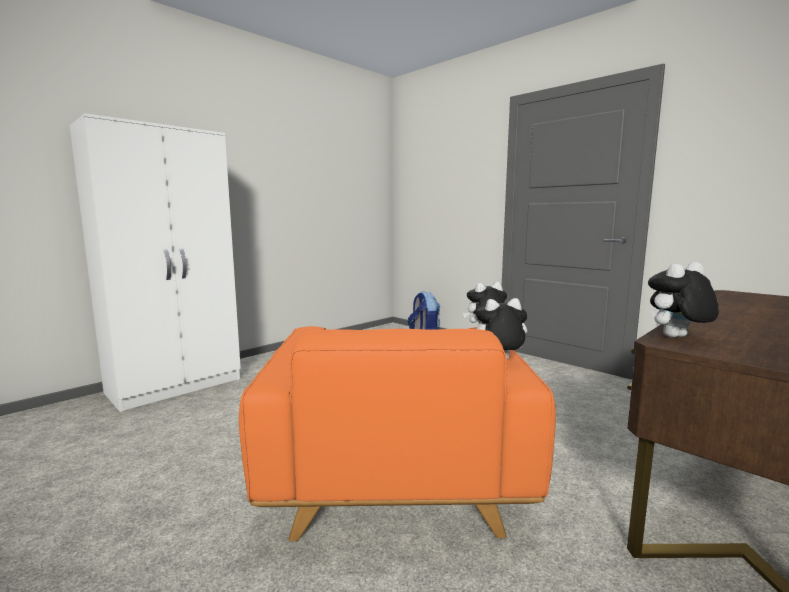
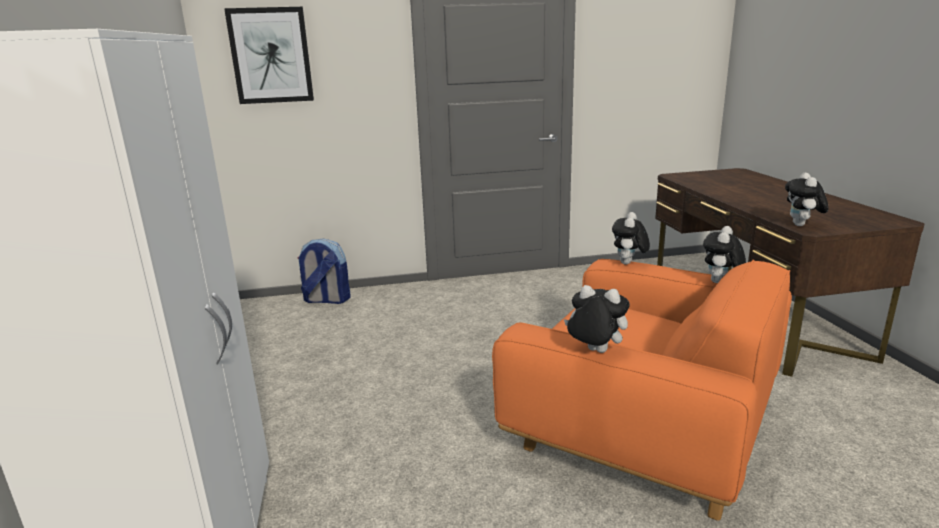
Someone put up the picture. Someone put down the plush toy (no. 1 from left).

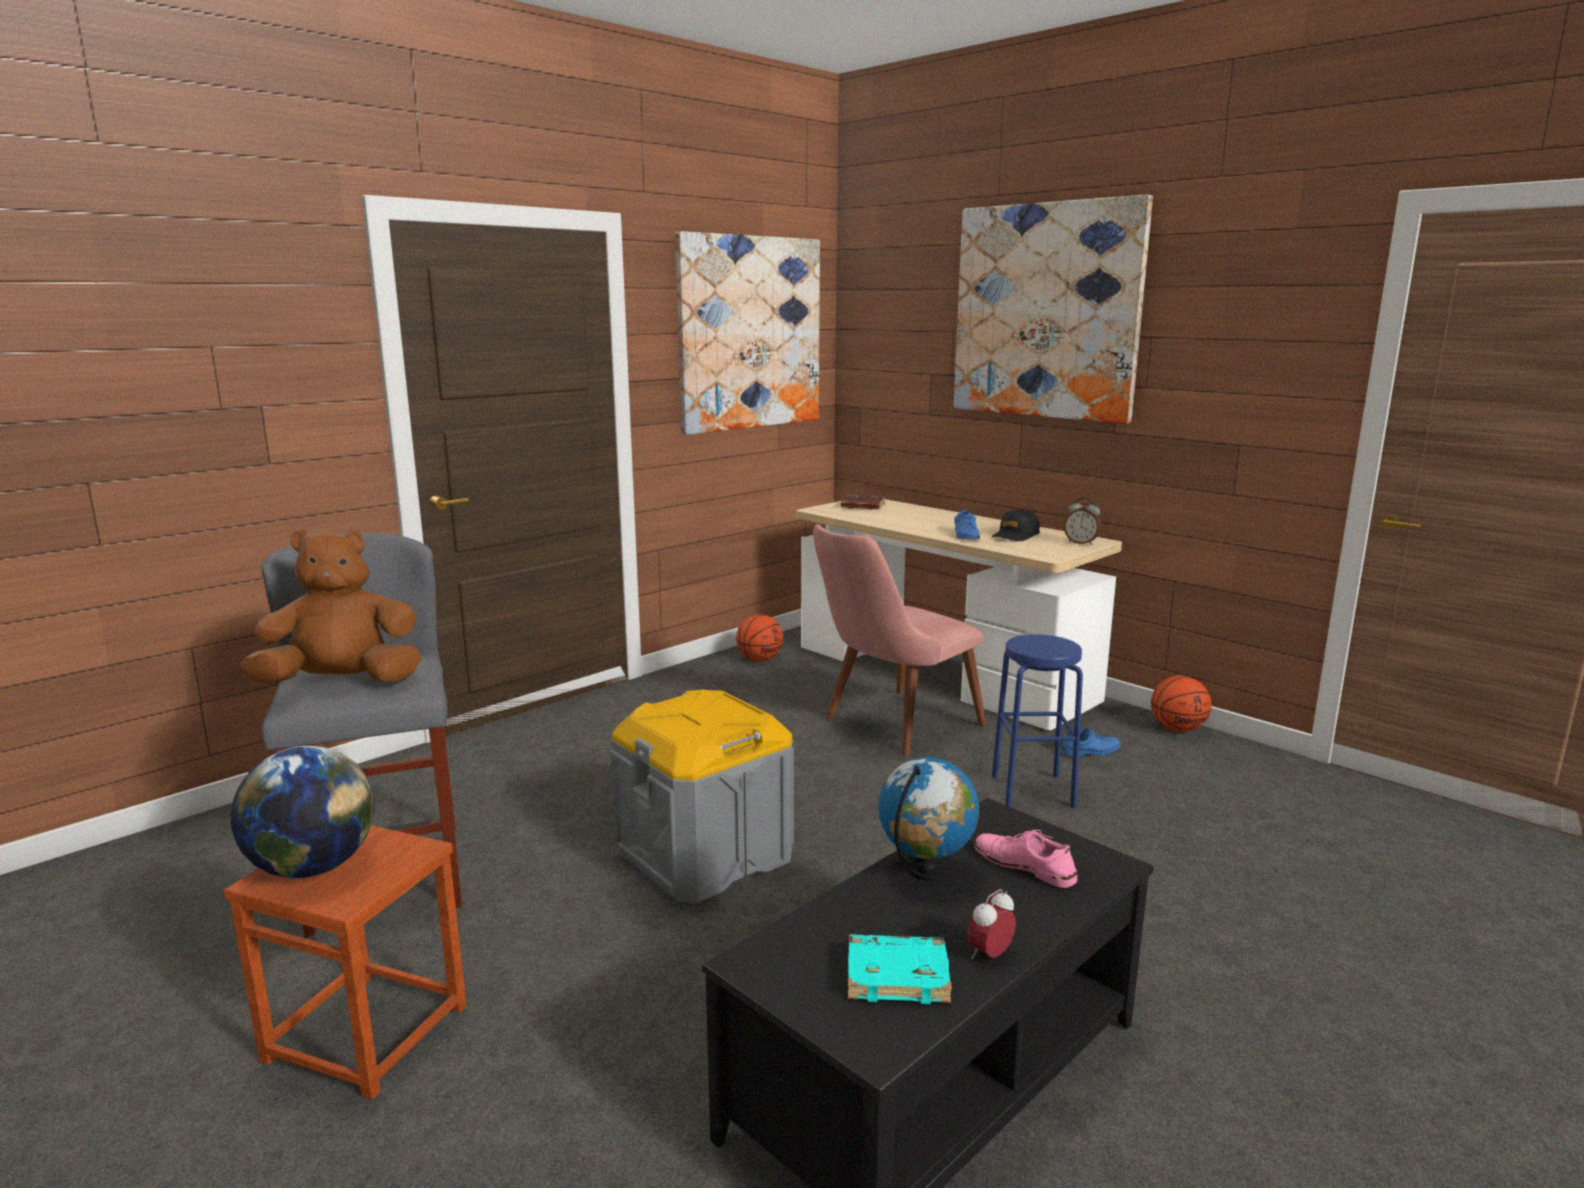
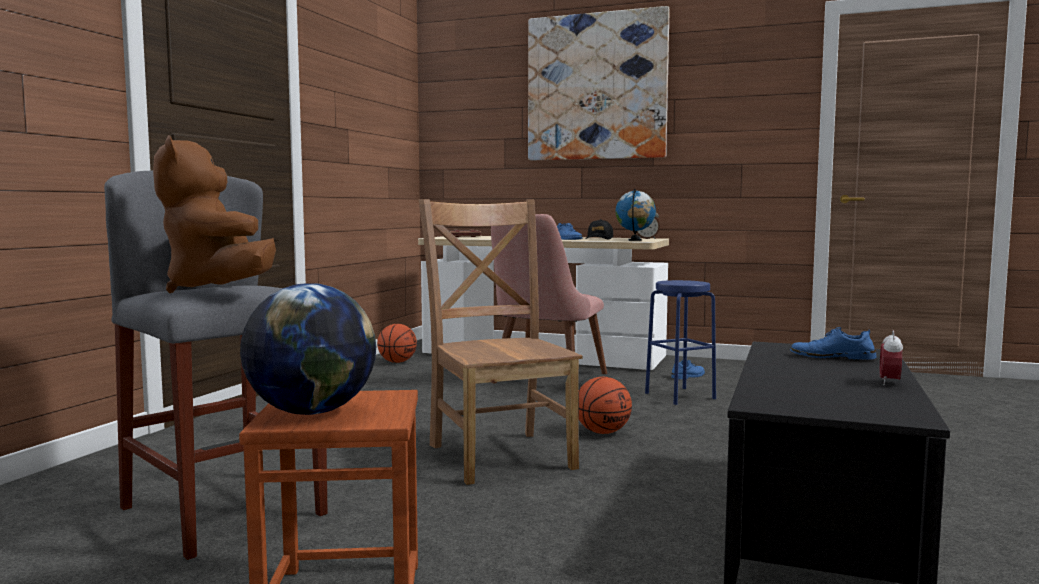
Someone rotated the brown plush toy by 75 degrees counterclockwise. Someone swapped the grey storage box for the brown chair. Someone took away the picture (no. 1 from left). Someone took away the turquoise book. Someone carried the globe (no. 2 from left). Someone repainted the pink shoe, which became the blue shoe (no. 3 from left). Someone carried the basketball (no. 2 from left).

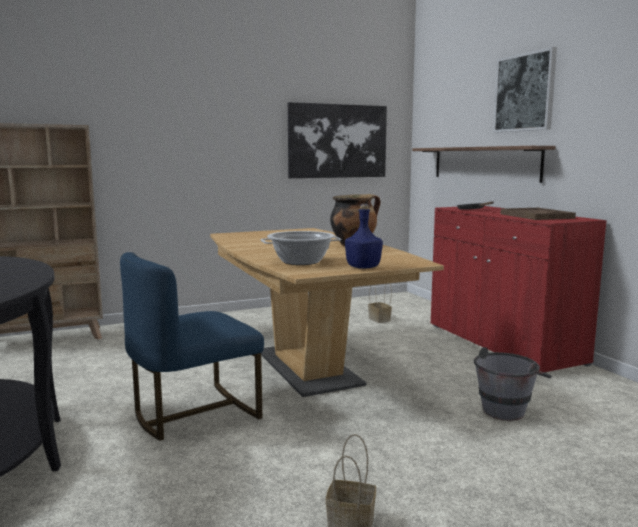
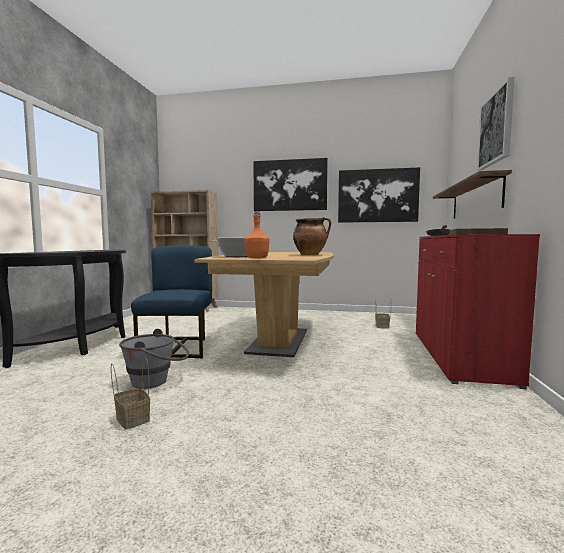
Someone rotated the blue chair by 90 degrees clockwise. Someone repainted the blue bottle, which became the orange bottle. Someone carried the grey bucket. Someone put up the picture (no. 1 from left).

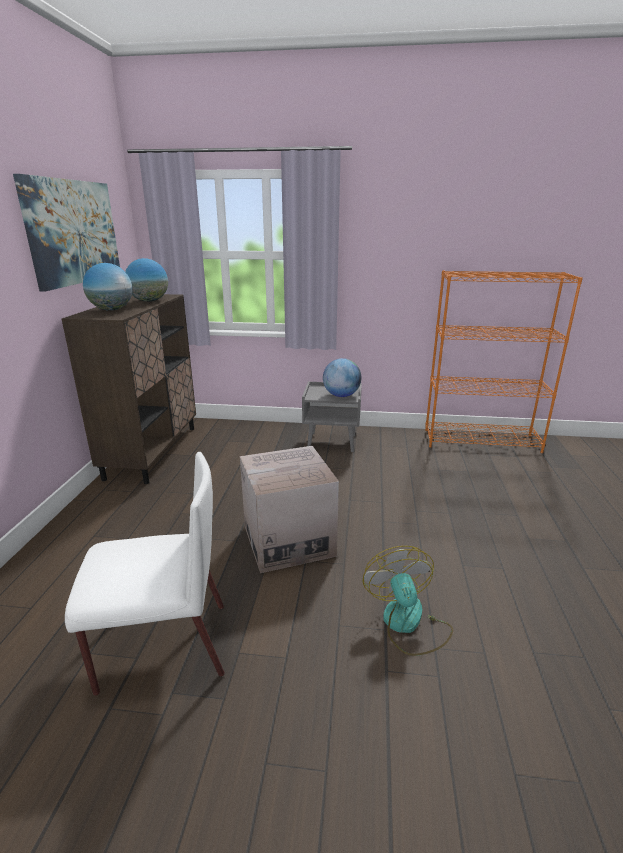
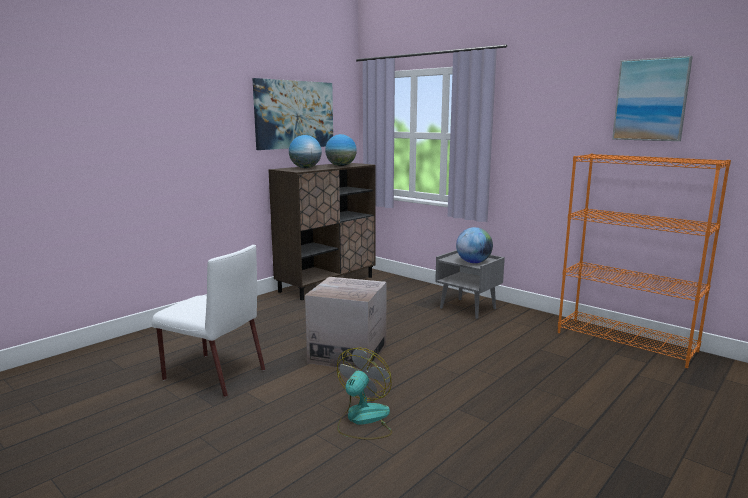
Someone put up the picture (no. 2 from left).

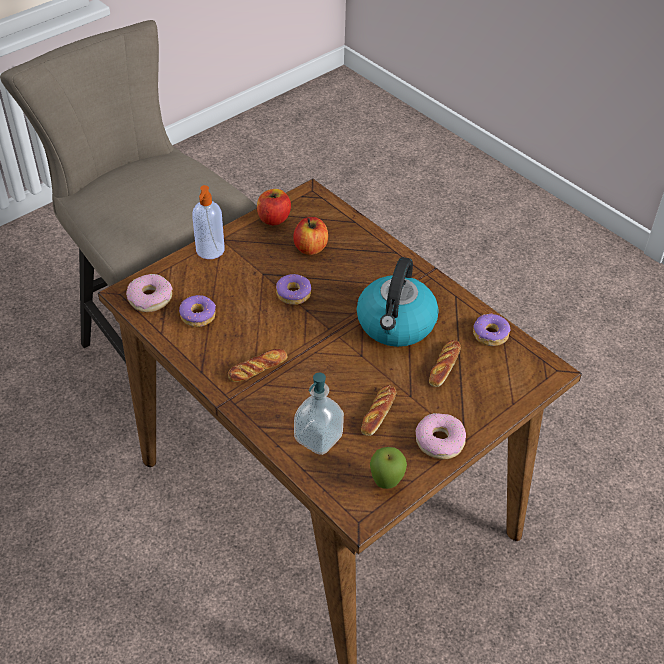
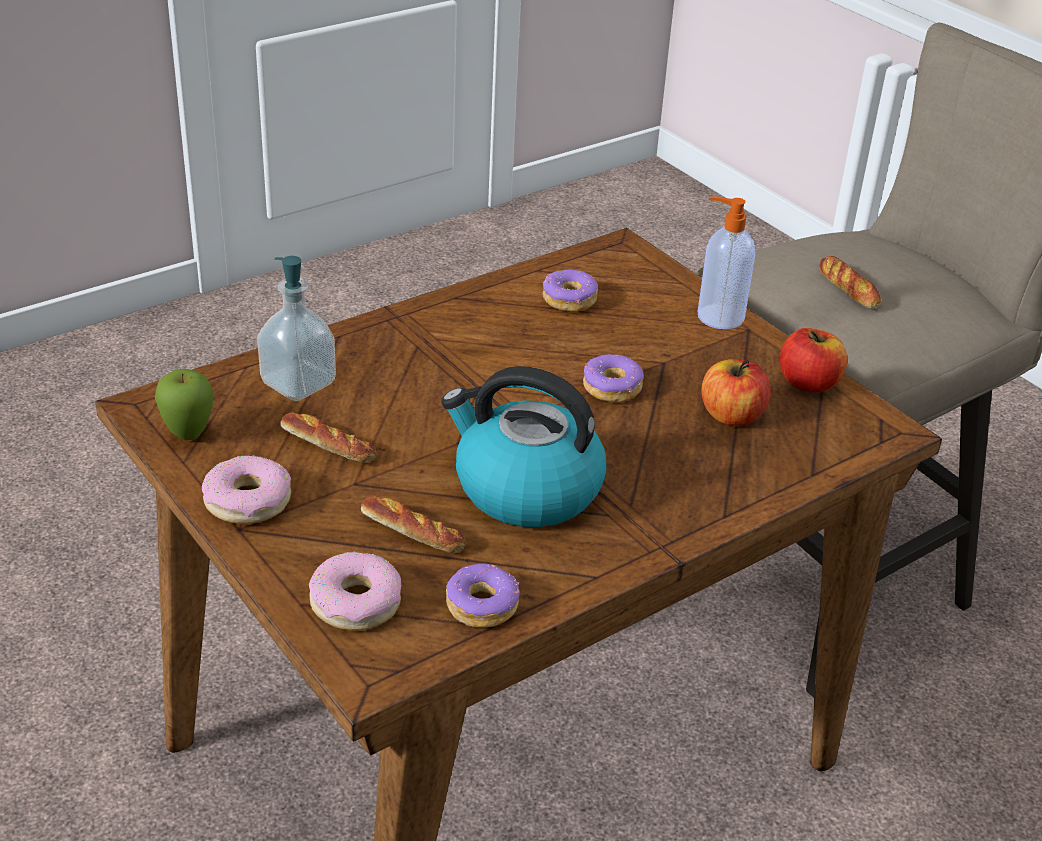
Someone carried the donut (no. 1 from left in the first image). Someone carried the bread (no. 1 from left in the first image).

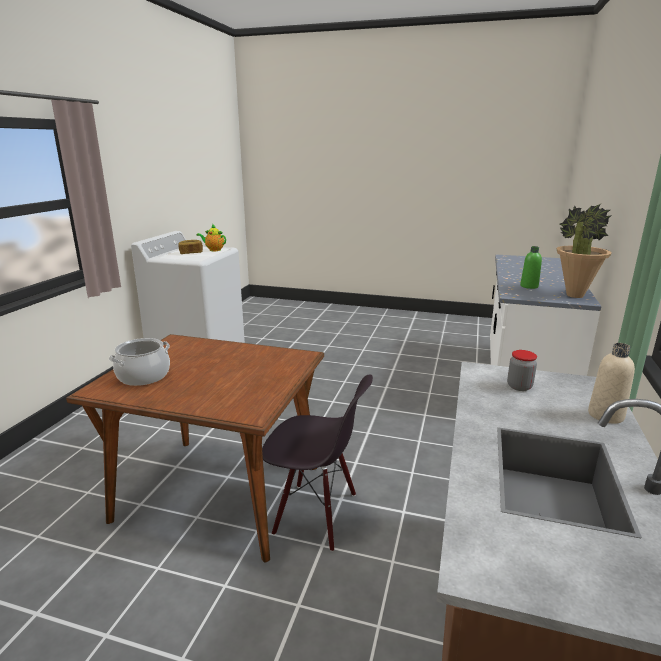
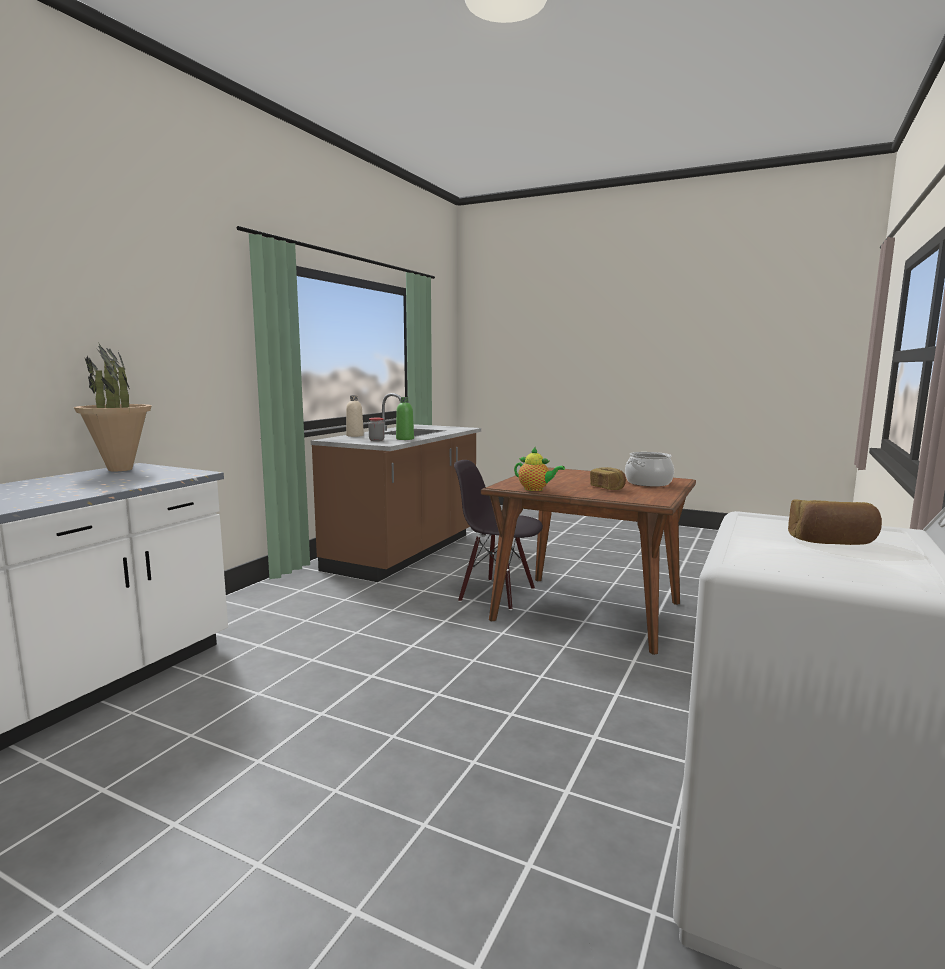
Someone carried the teapot. Someone carried the green bottle. Someone put down the bread (no. 1 from left).

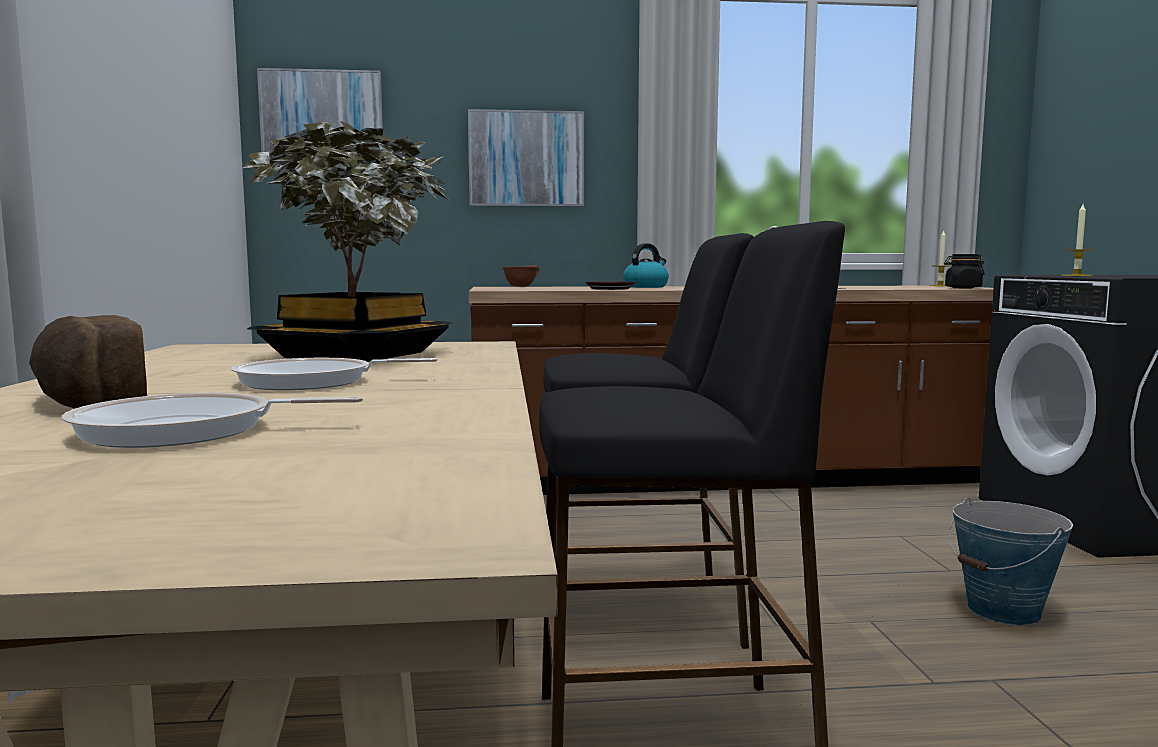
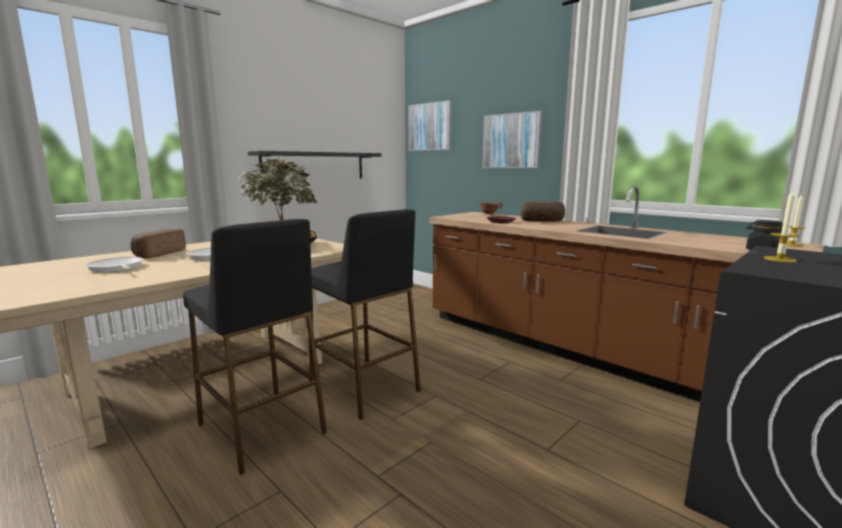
Someone swapped the kettle for the bread (no. 2 from left). Someone took away the bucket. Someone put up the black shelf.

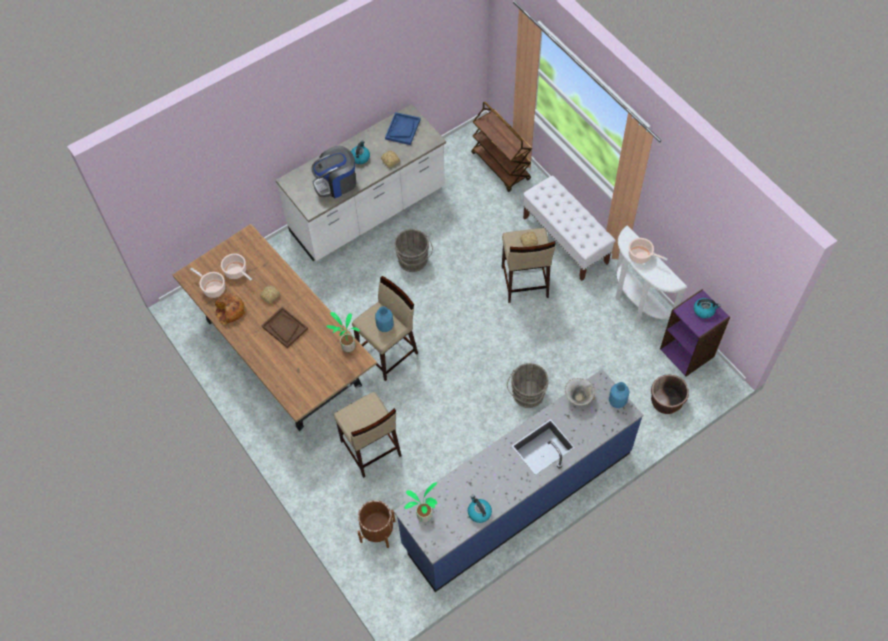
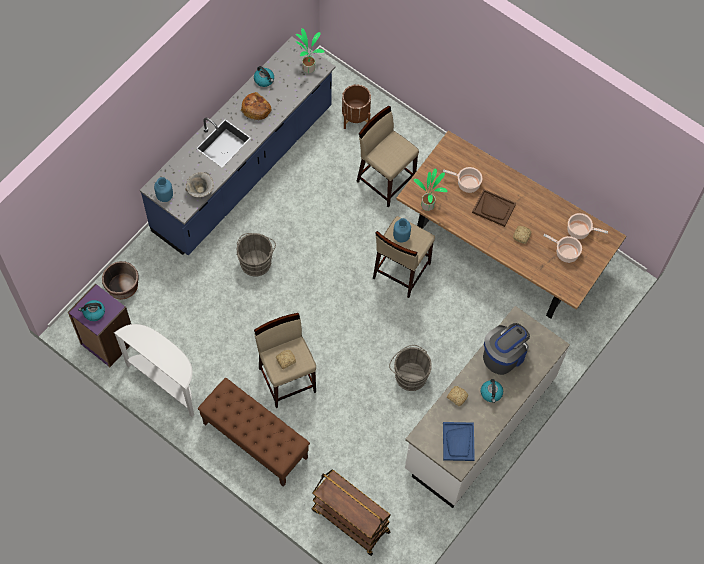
Someone carried the bread (no. 1 from left). Someone repainted the white bench, which became the brown bench. Someone carried the cooking pot (no. 3 from left in the first image).

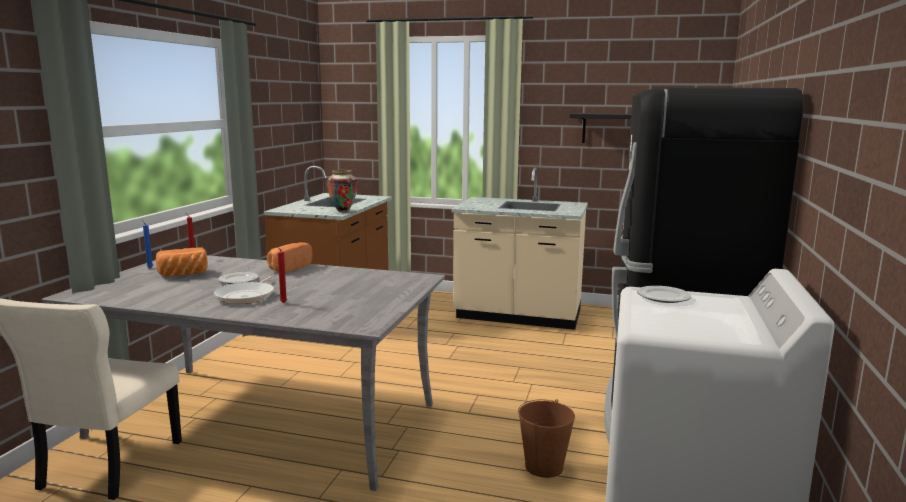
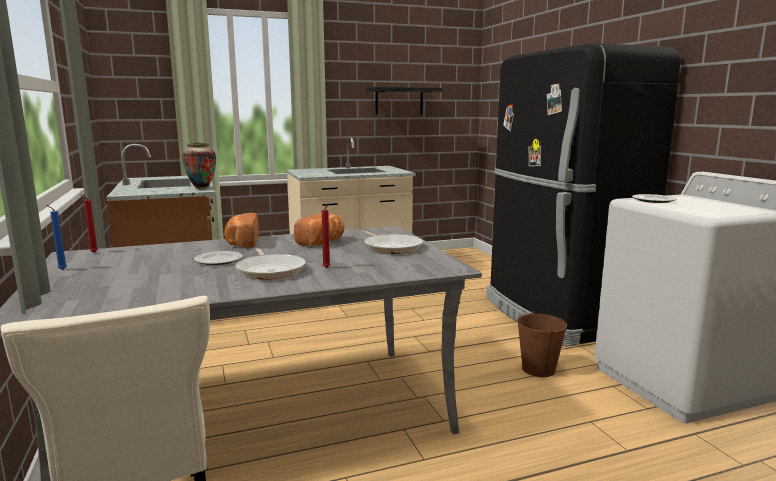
Someone carried the bread (no. 1 from left in the first image). Someone put down the frying pan (no. 2 from left).

